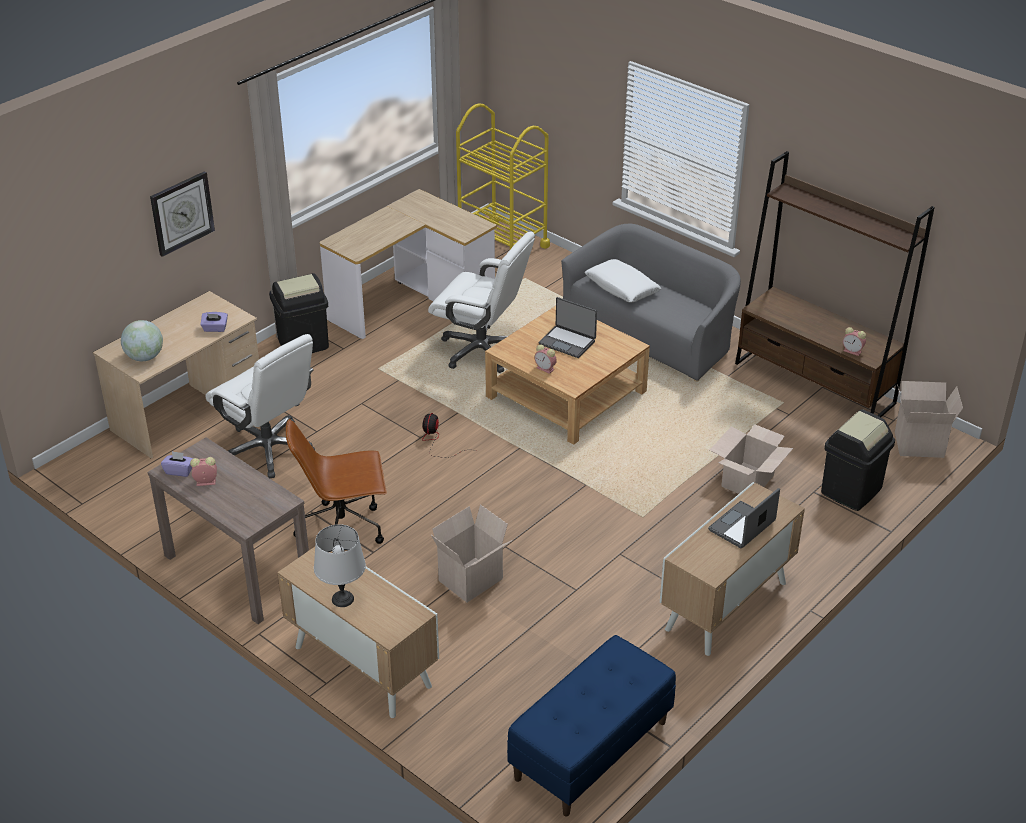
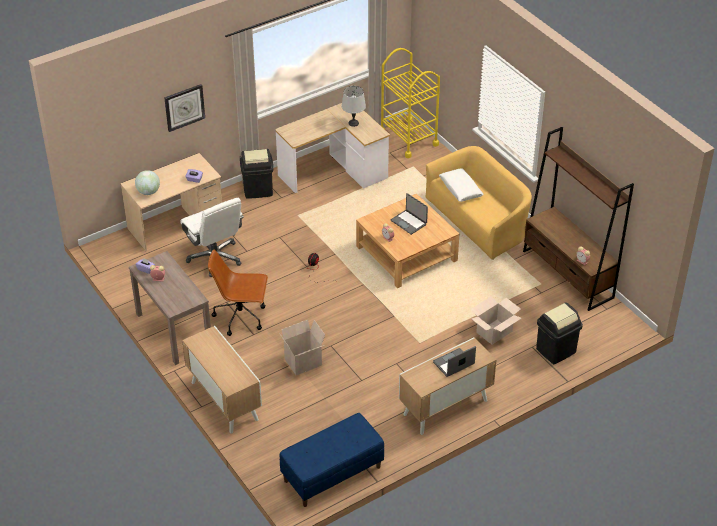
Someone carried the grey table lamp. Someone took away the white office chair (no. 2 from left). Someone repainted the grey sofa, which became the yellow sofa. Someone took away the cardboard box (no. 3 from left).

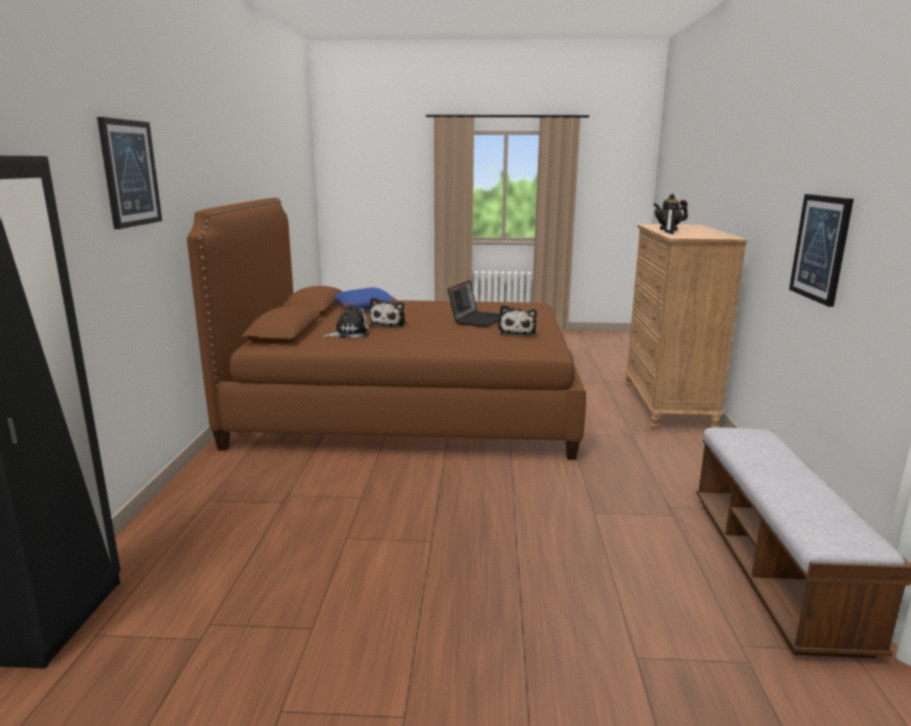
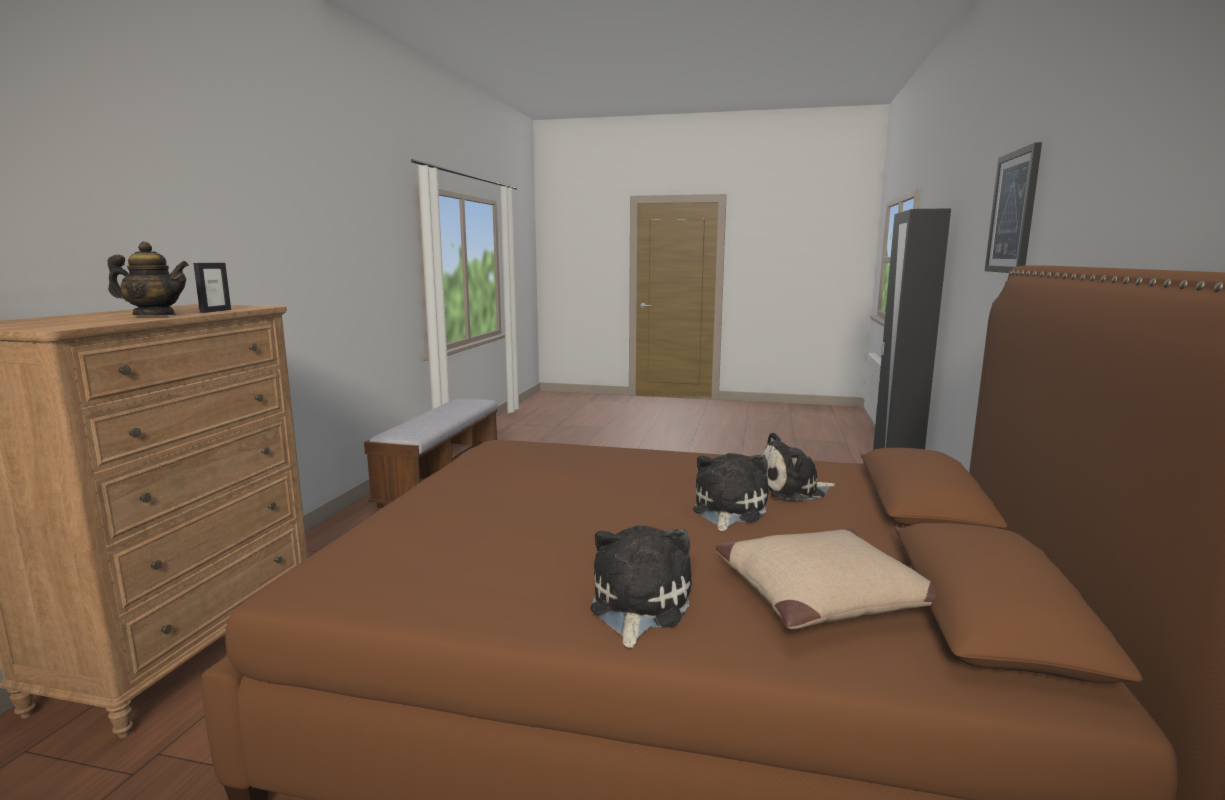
Someone repainted the blue pillow, which became the beige pillow. Someone took away the laptop. Someone carried the plush toy (no. 3 from left in the first image). Someone took away the picture (no. 2 from left).

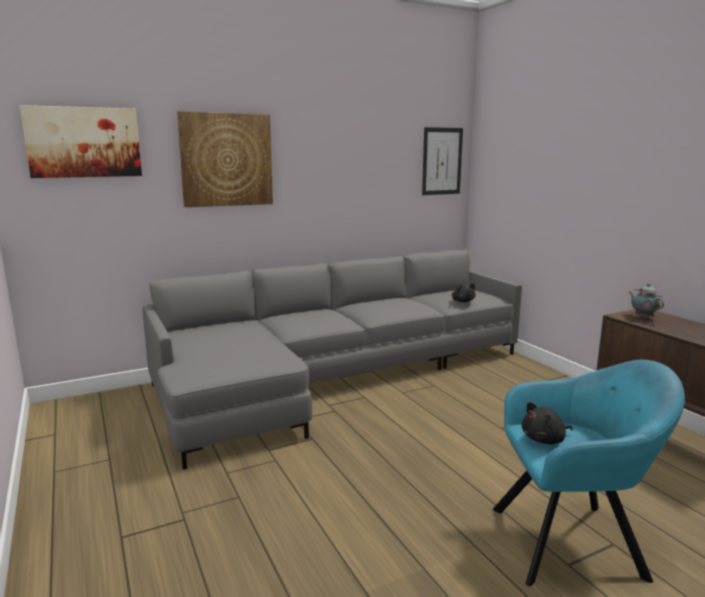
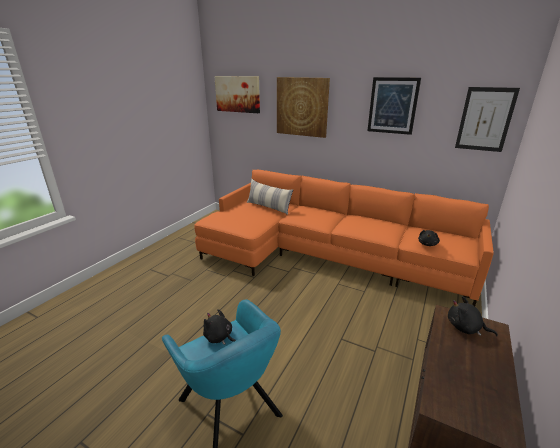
Someone repainted the grey sofa, which became the orange sofa. Someone swapped the teapot for the black plush toy (no. 3 from left). Someone put down the pillow. Someone put up the picture (no. 3 from left).

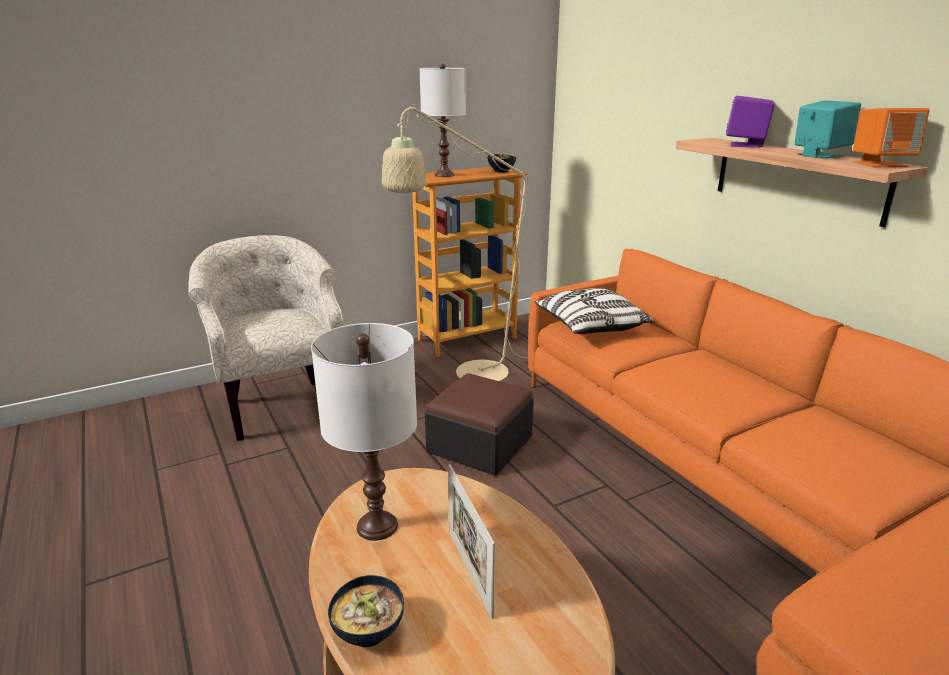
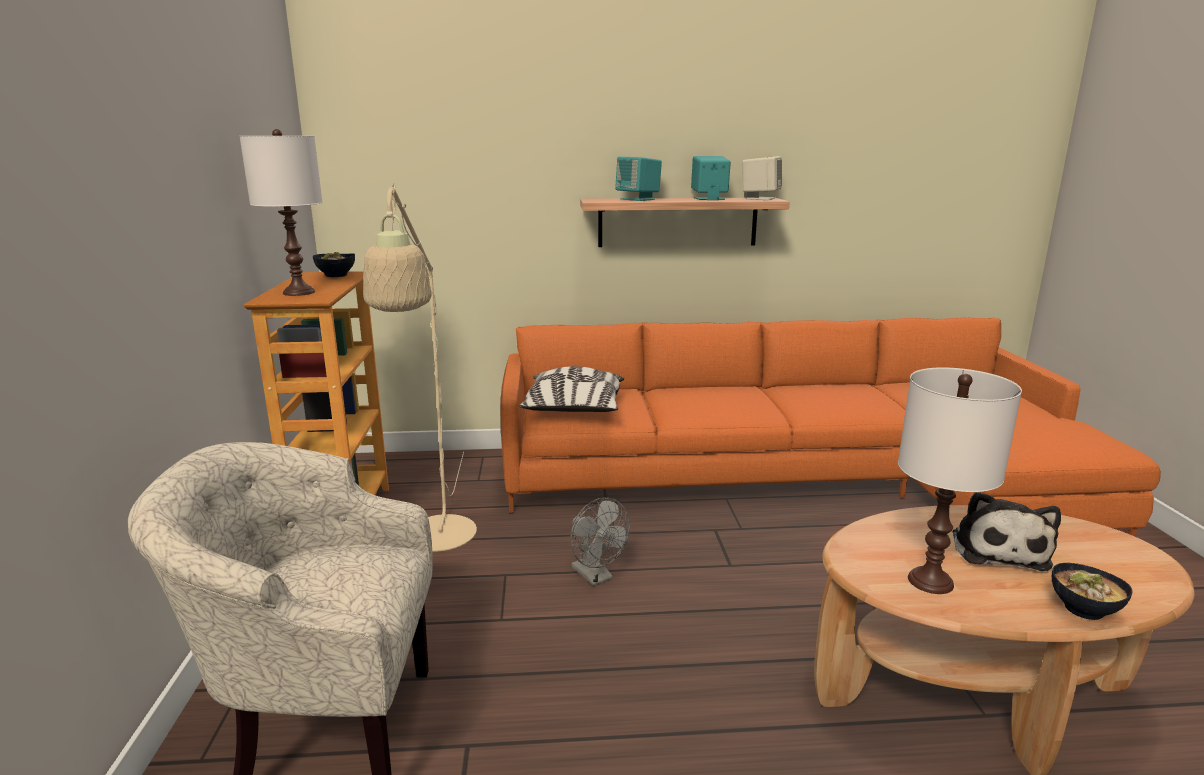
Someone swapped the ottoman for the grey fan. Someone swapped the picture frame for the plush toy. Someone repainted the purple speaker, which became the turquoise speaker (no. 1 from left). Someone repainted the orange speaker, which became the beige speaker.

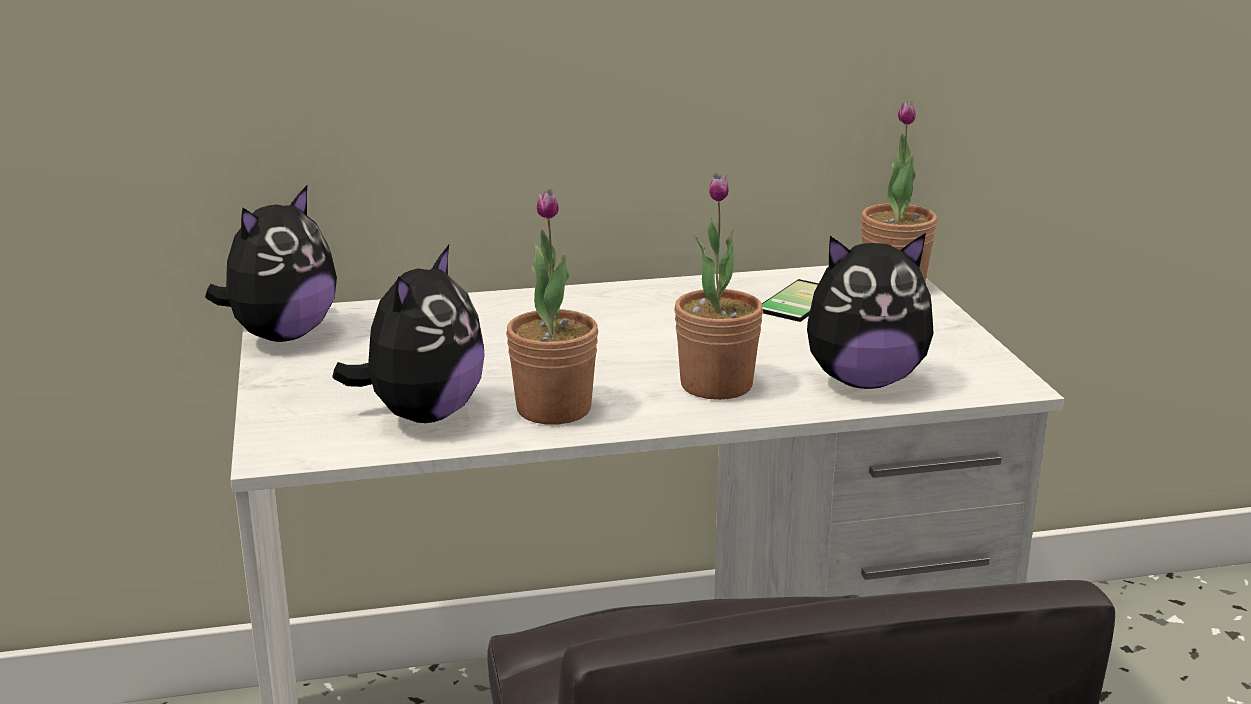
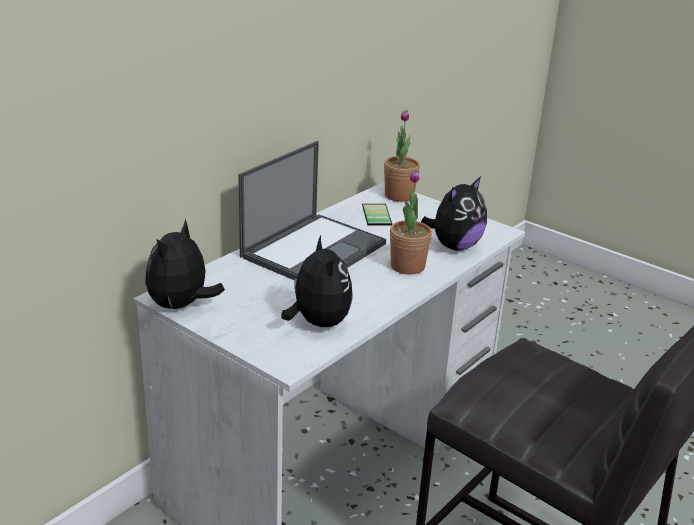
Someone rotated the plush toy (no. 1 from left) by 150 degrees counterclockwise. Someone took away the potted plant (no. 1 from left). Someone put down the laptop.

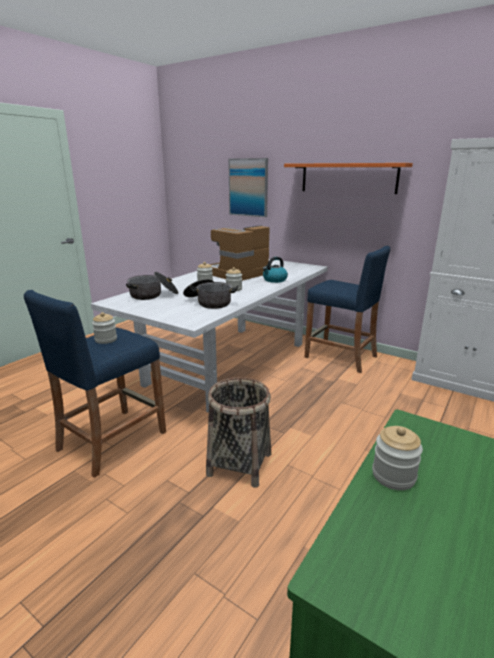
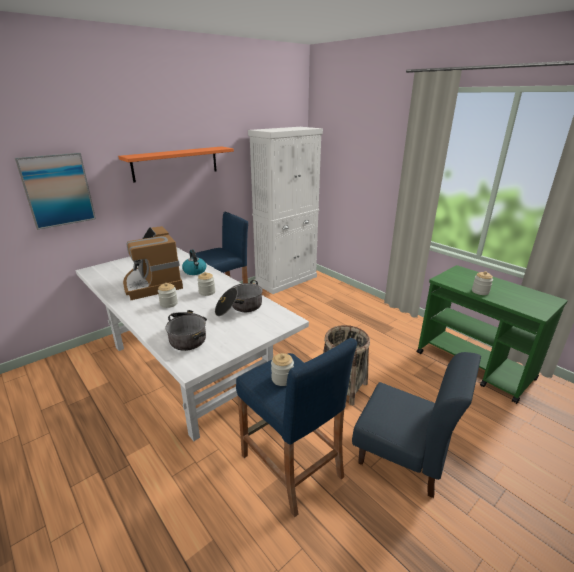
Someone put down the blue chair.

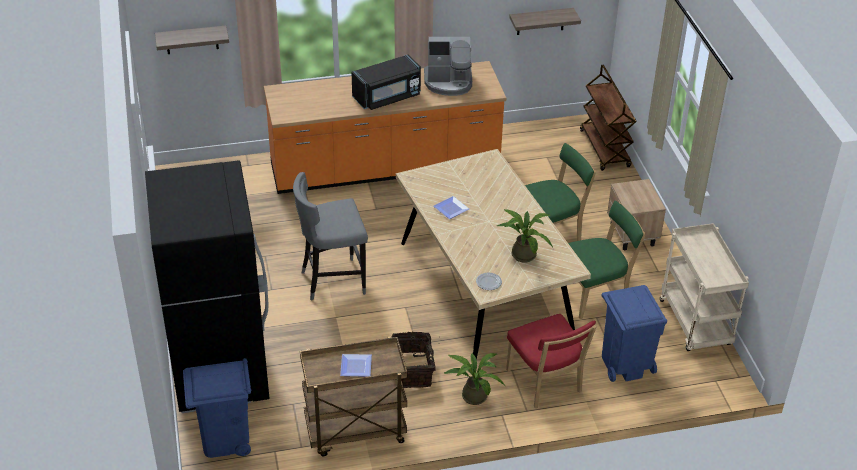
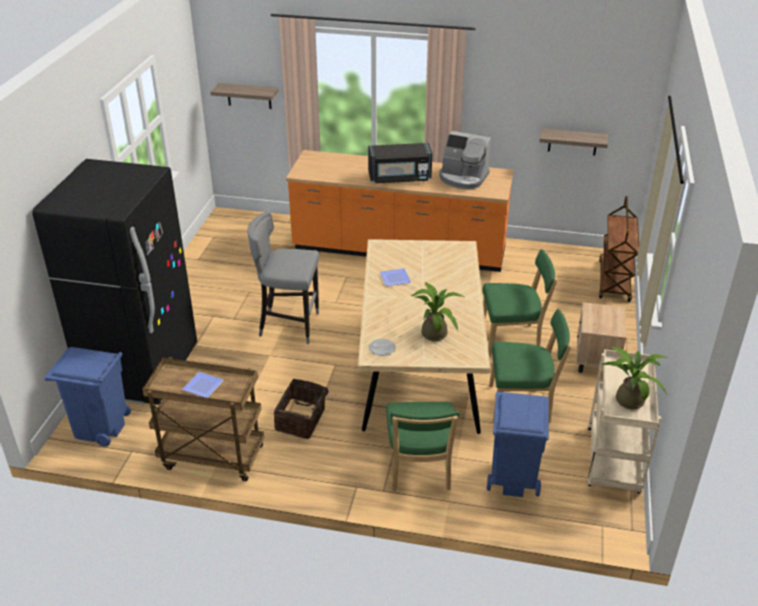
Someone carried the potted plant (no. 1 from left in the first image). Someone repainted the red chair, which became the green chair (no. 1 from left).

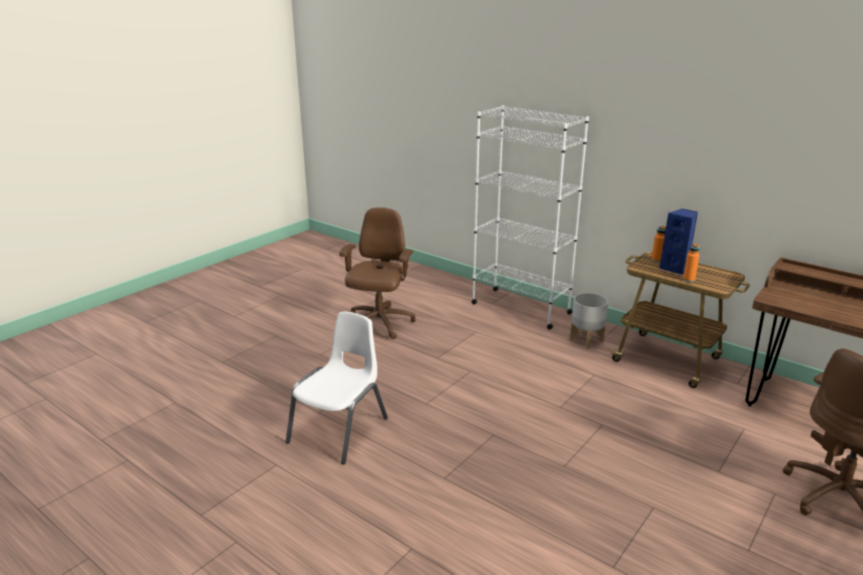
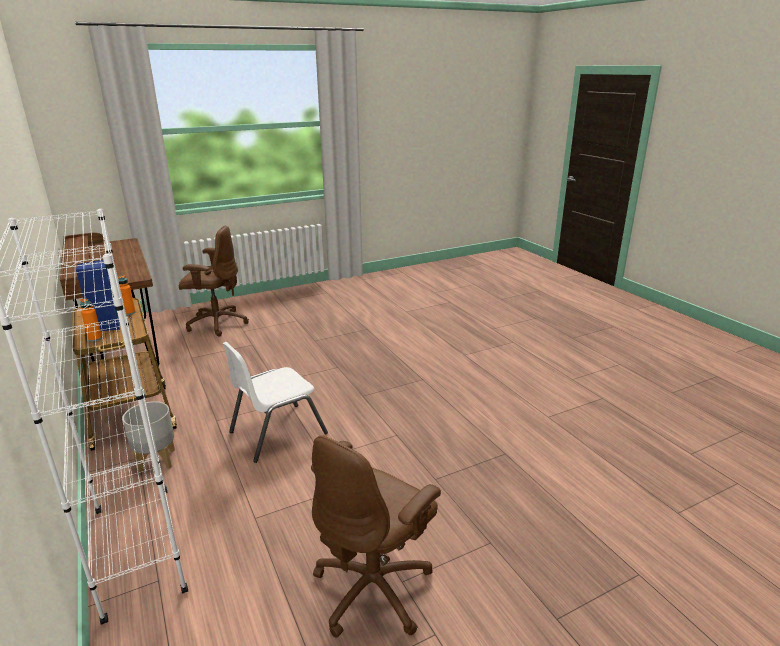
Someone carried the white chair.

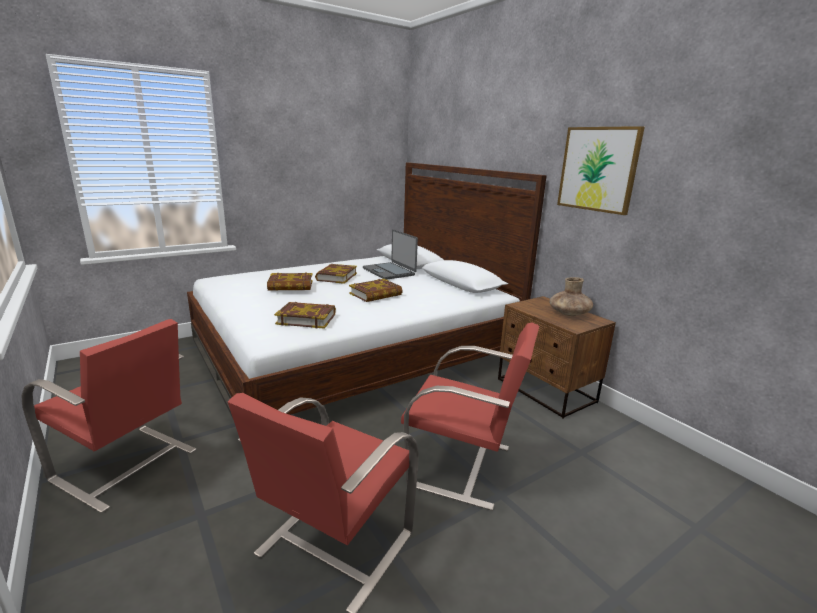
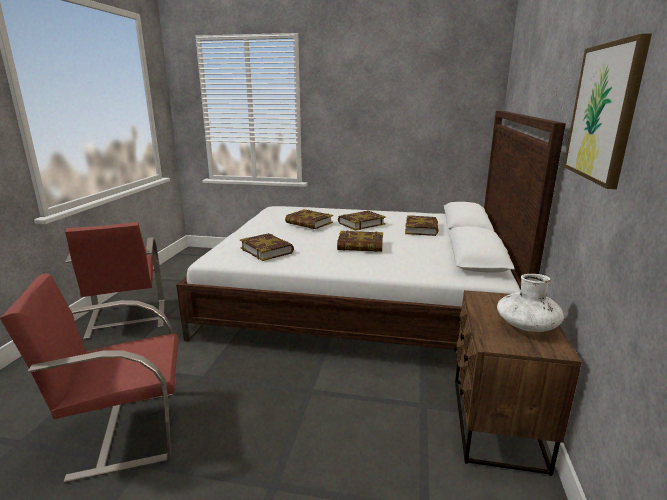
Someone swapped the laptop for the book (no. 5 from left). Someone took away the red chair (no. 3 from left). Someone repainted the brown vase, which became the white vase.

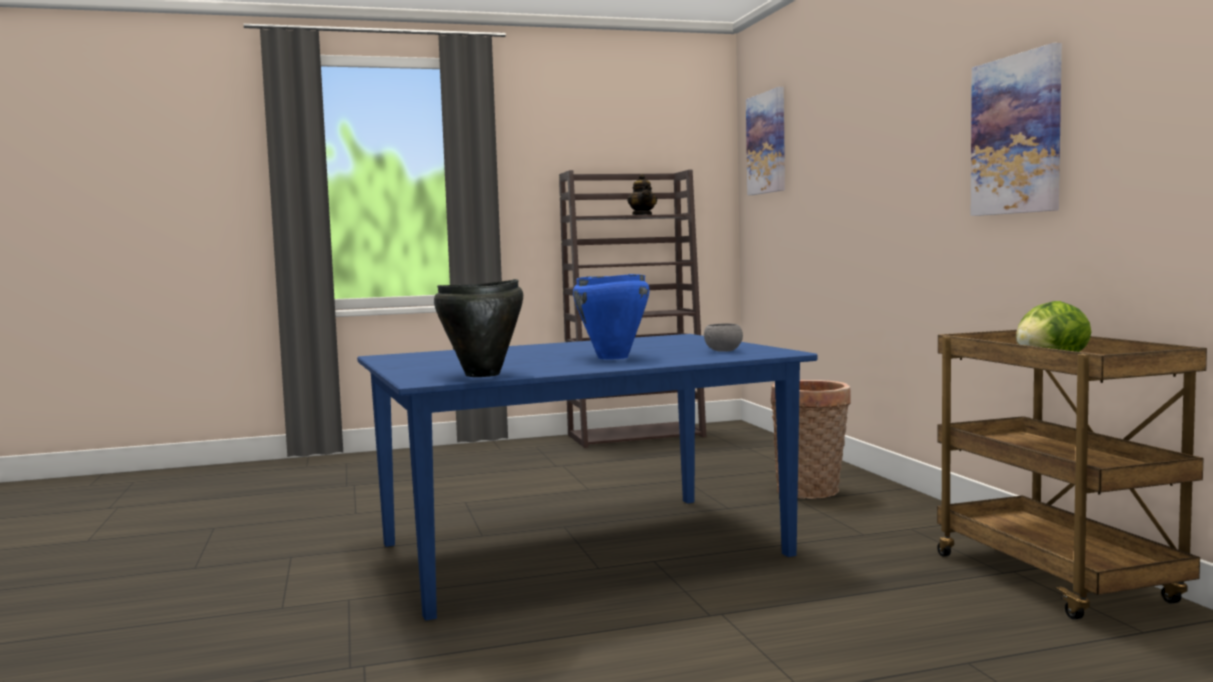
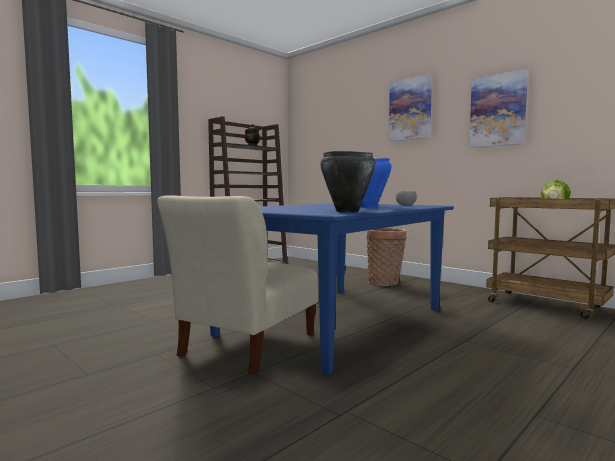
Someone carried the picture (no. 1 from left). Someone put down the beige chair.

